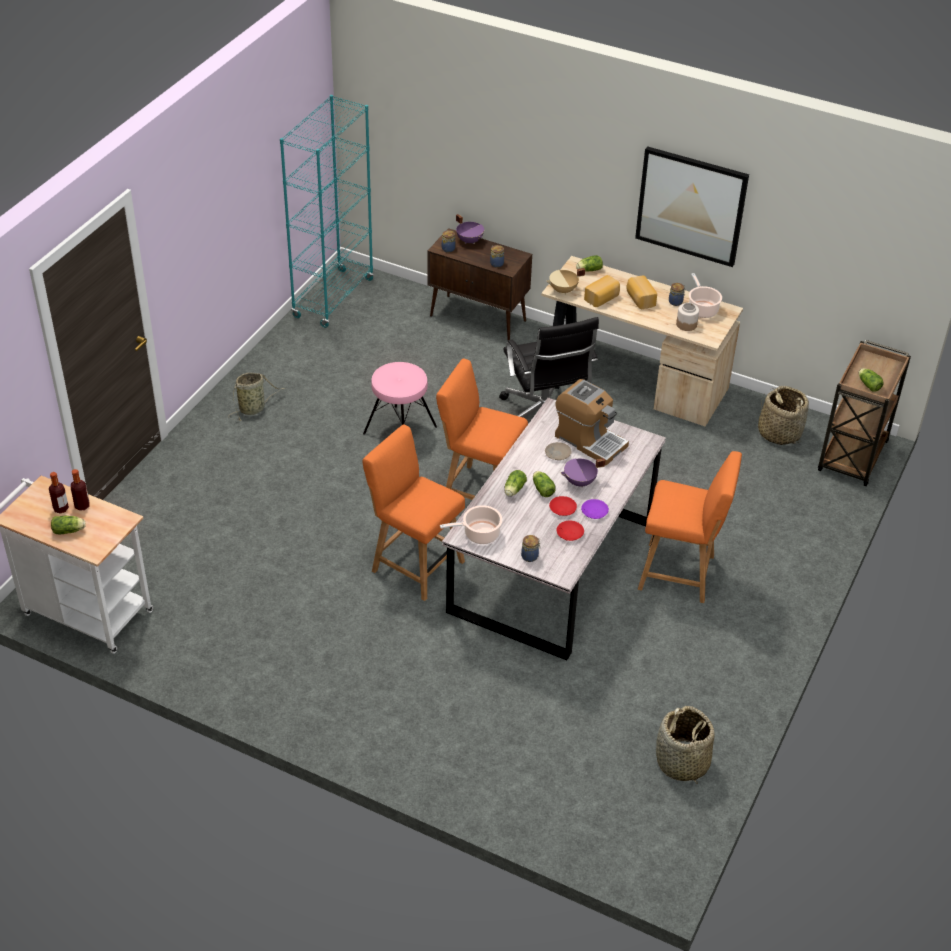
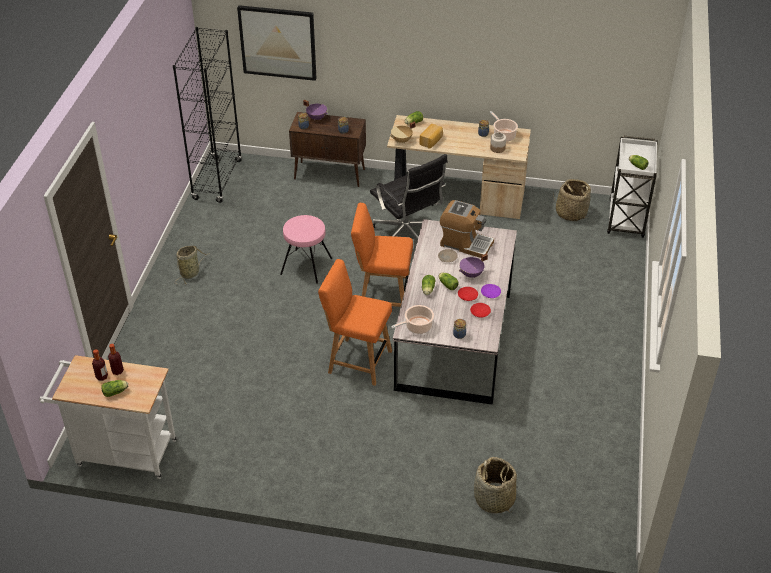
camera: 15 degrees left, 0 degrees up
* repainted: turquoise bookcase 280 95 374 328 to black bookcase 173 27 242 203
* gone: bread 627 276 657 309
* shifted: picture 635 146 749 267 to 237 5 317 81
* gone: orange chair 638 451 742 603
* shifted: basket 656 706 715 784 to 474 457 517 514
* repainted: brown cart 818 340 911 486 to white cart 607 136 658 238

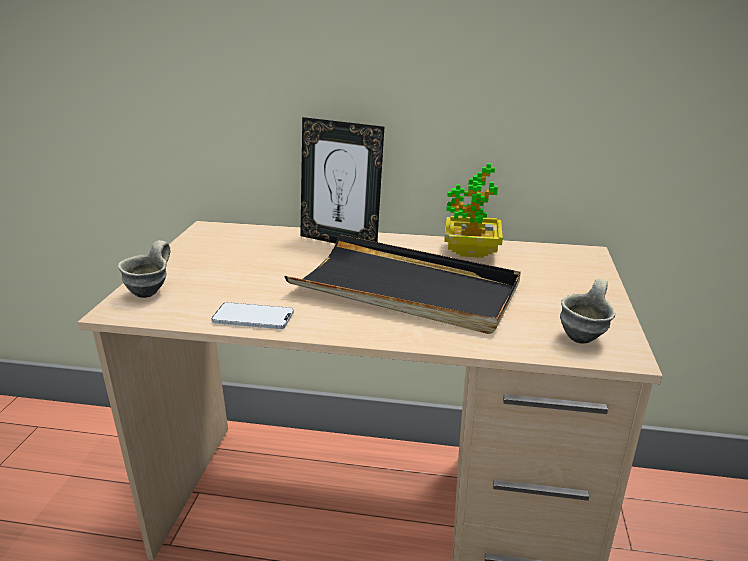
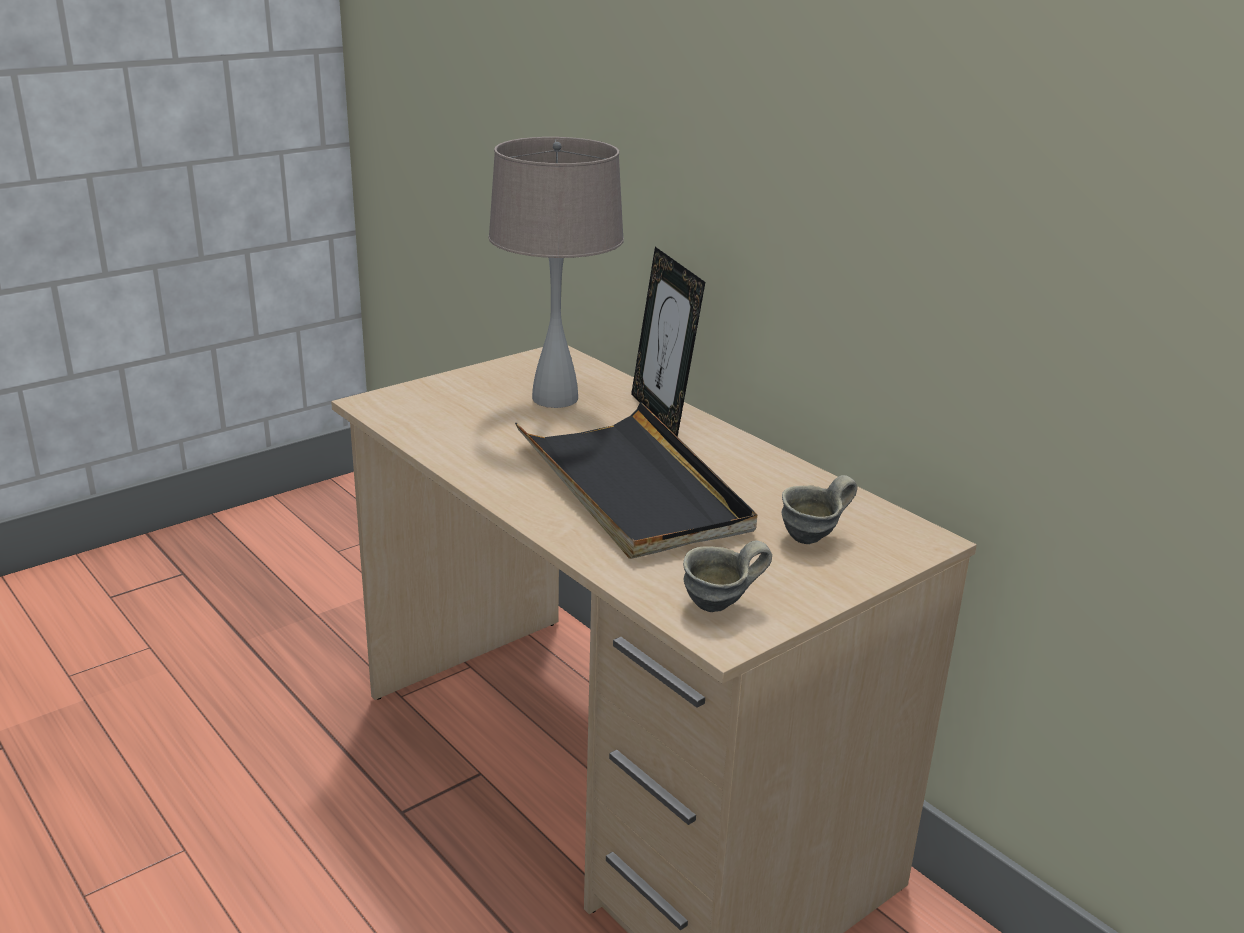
camera: 40 degrees right, 0 degrees up
* shifted: grey mug 118 240 170 298 to 782 475 857 544
* gone: phone 211 302 294 329
* gone: potted plant 444 163 503 258
* new: beige table lamp 488 137 624 408

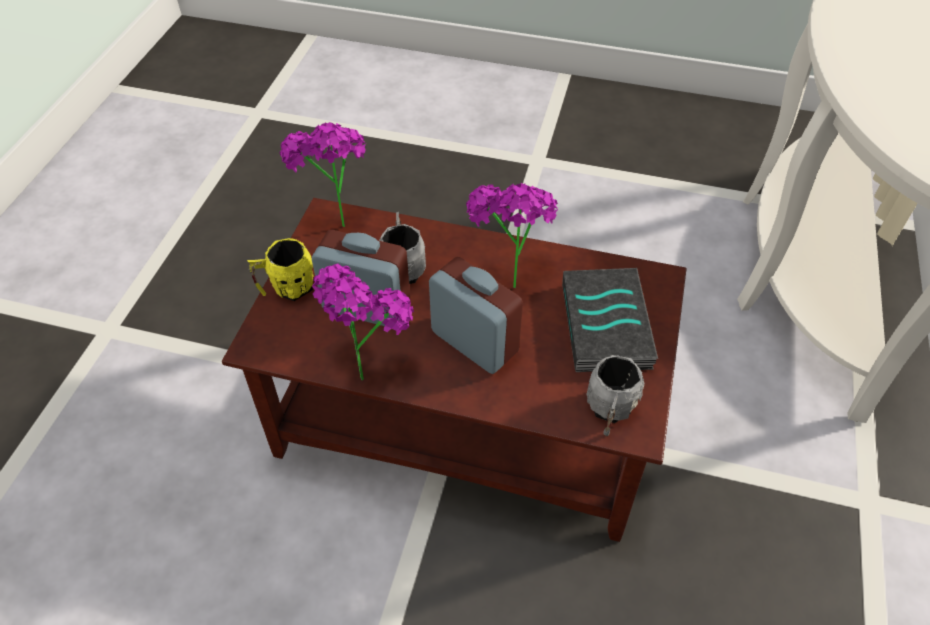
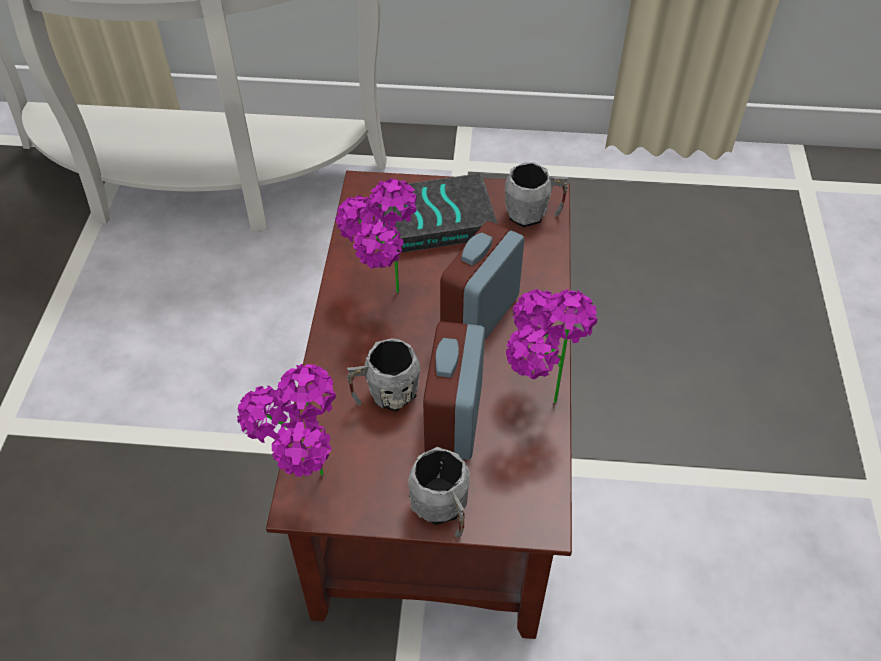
camera: 100 degrees left, 0 degrees up
* repainted: yellow mug 247 238 314 301 to grey mug 408 447 470 538

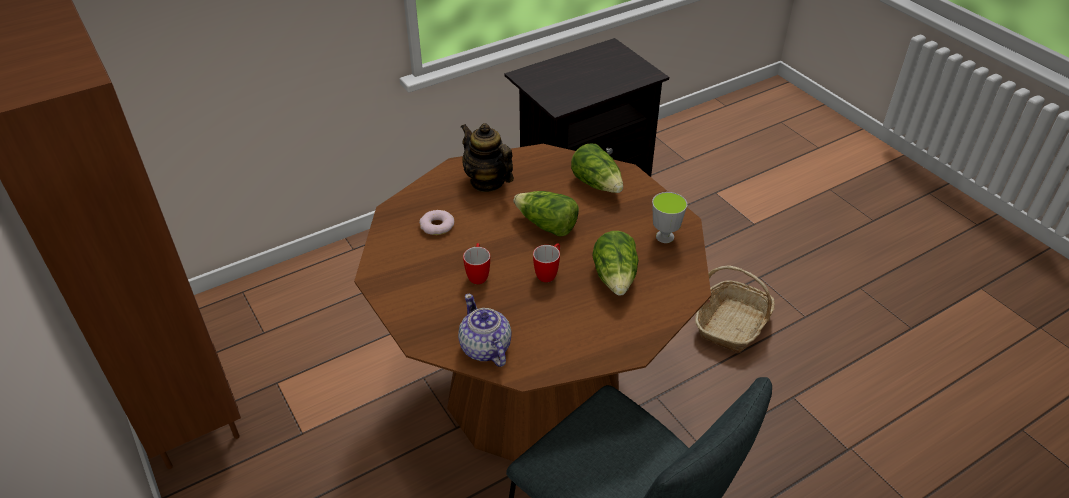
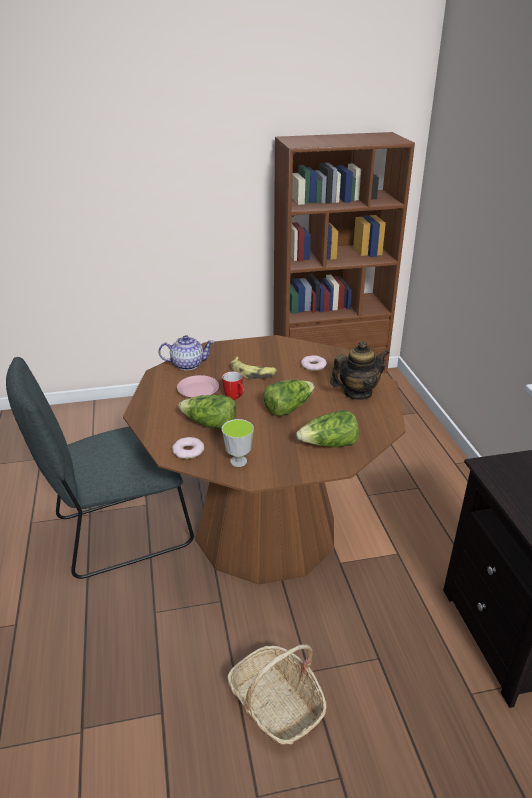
camera: 110 degrees right, 10 degrees down
* swapped: mug 463 243 490 284 to banana 231 356 277 379
* new: donut 172 437 204 459
* new: pink plate 177 375 219 398

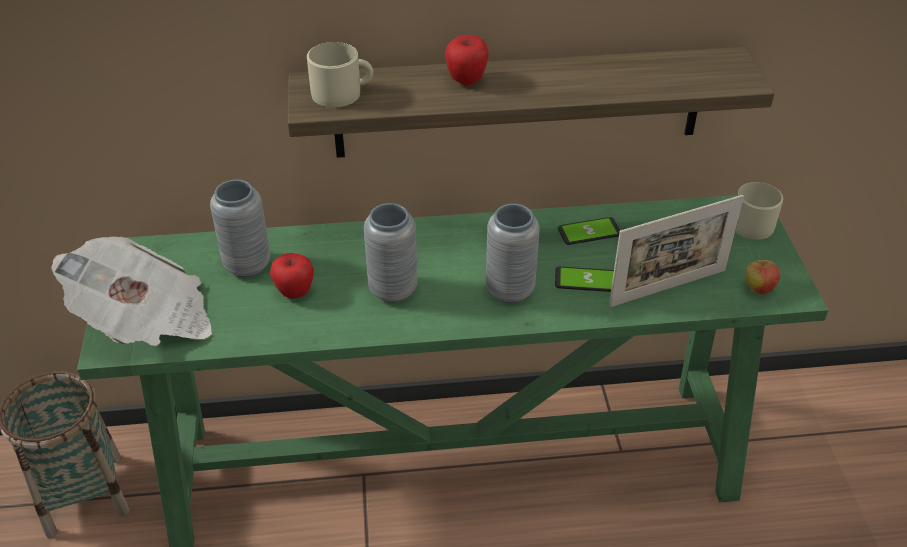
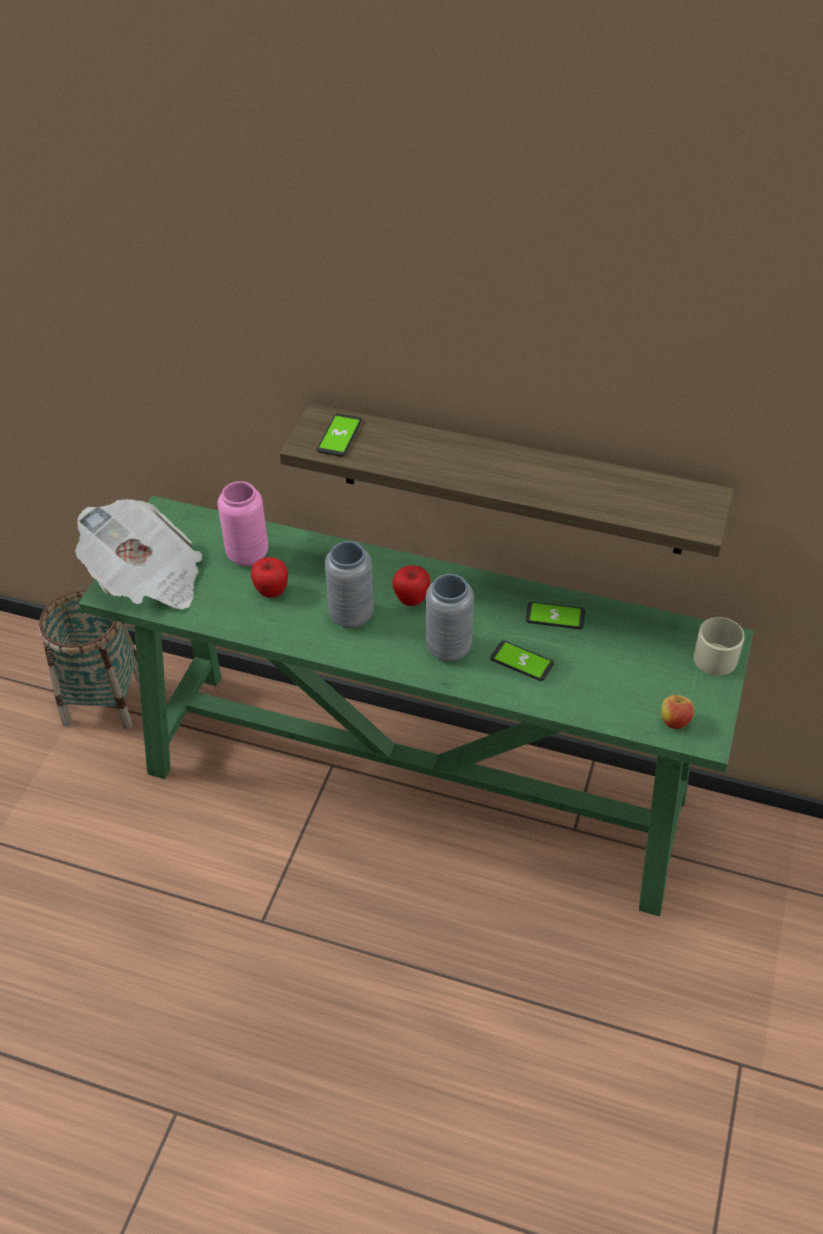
camera: 25 degrees right, 5 degrees up
* repainted: grey vase 210 179 270 277 to pink vase 218 481 268 566
* swapped: beige mug 307 42 373 107 to phone 317 414 362 457
* shifted: apple 445 35 489 85 to 393 565 430 606
* gone: picture frame 609 195 744 307

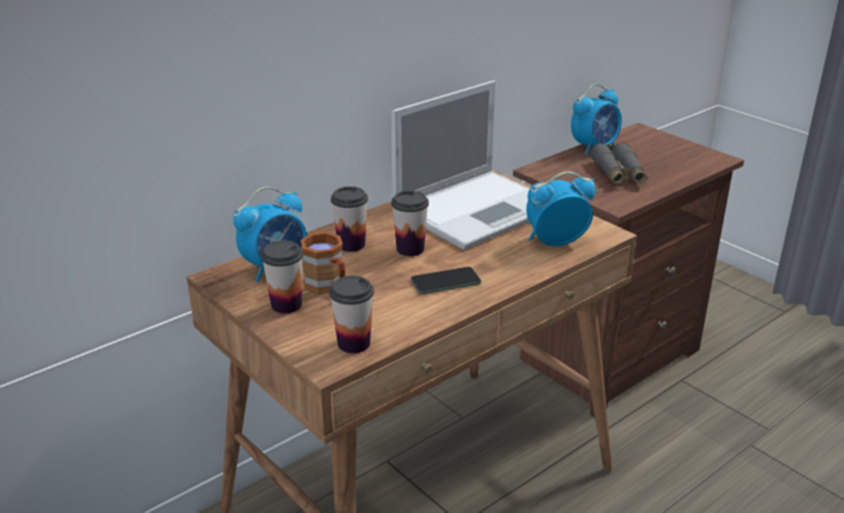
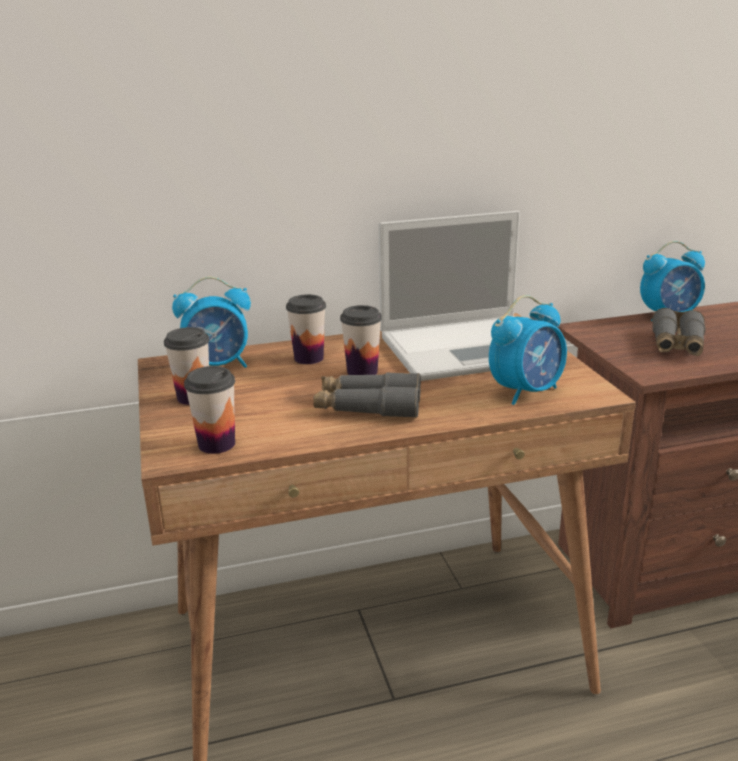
camera: 25 degrees right, 5 degrees down
* gone: brown mug 300 232 346 295
* swapped: phone 411 267 481 294 to grey binoculars 313 372 421 418
* rotated: alarm clock 526 171 596 246 = 489 295 567 405 135 degrees clockwise

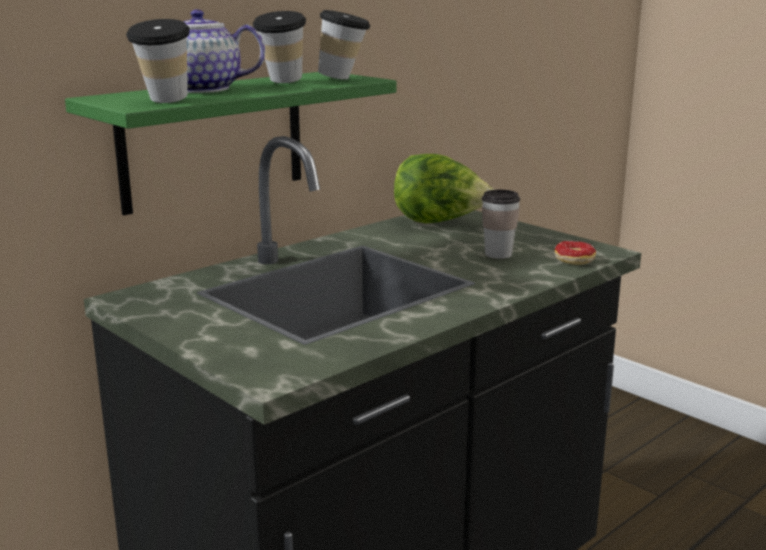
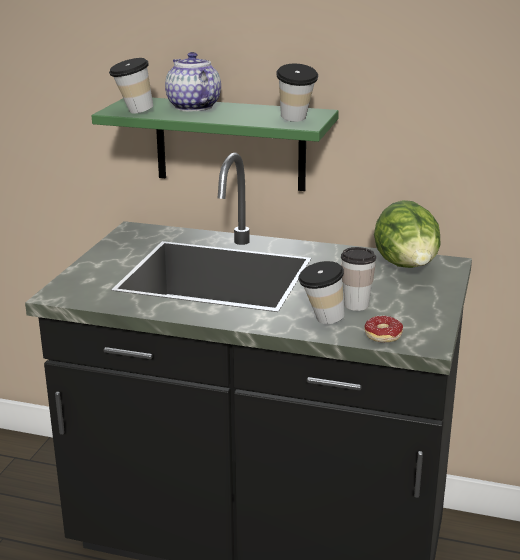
camera: 60 degrees right, 5 degrees up
* shifted: cup 253 11 306 83 to 298 261 345 324

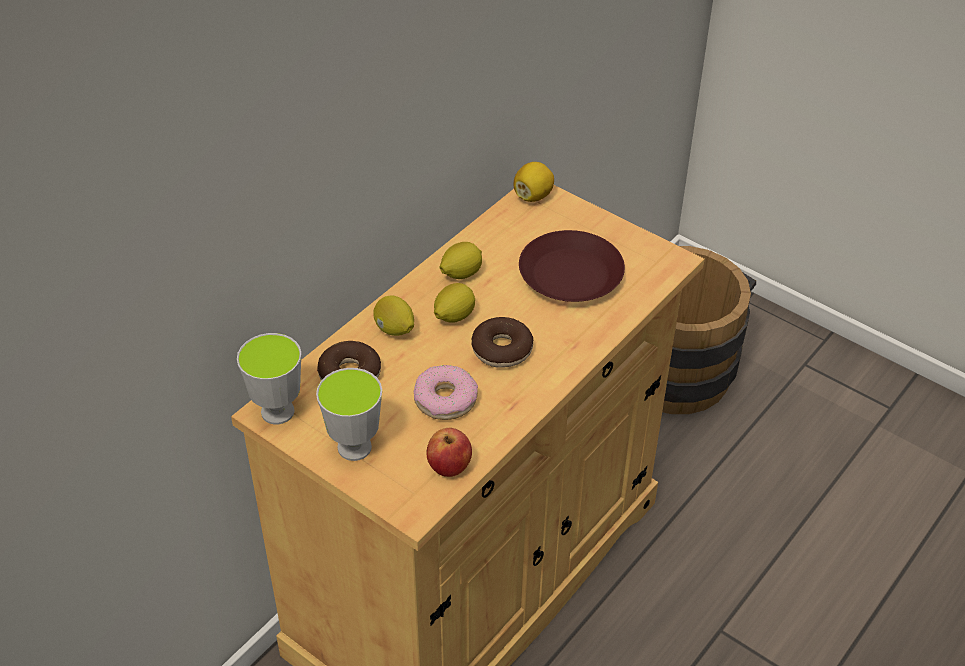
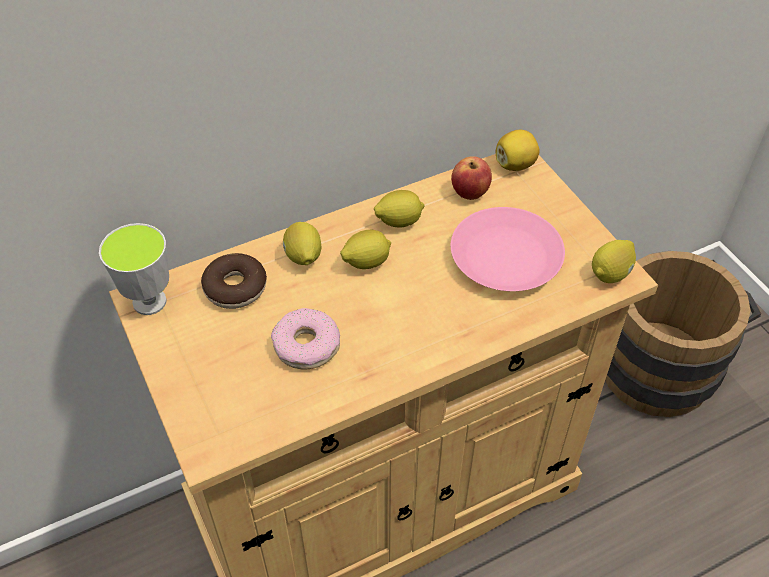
camera: 25 degrees right, 5 degrees up
* gone: cup 316 368 382 461
* shifted: apple 426 428 472 477 to 451 156 492 200
* gone: donut 471 317 533 368
* repainted: brown plate 519 230 625 302 to pink plate 451 207 565 291
* new: lemon 592 240 636 283

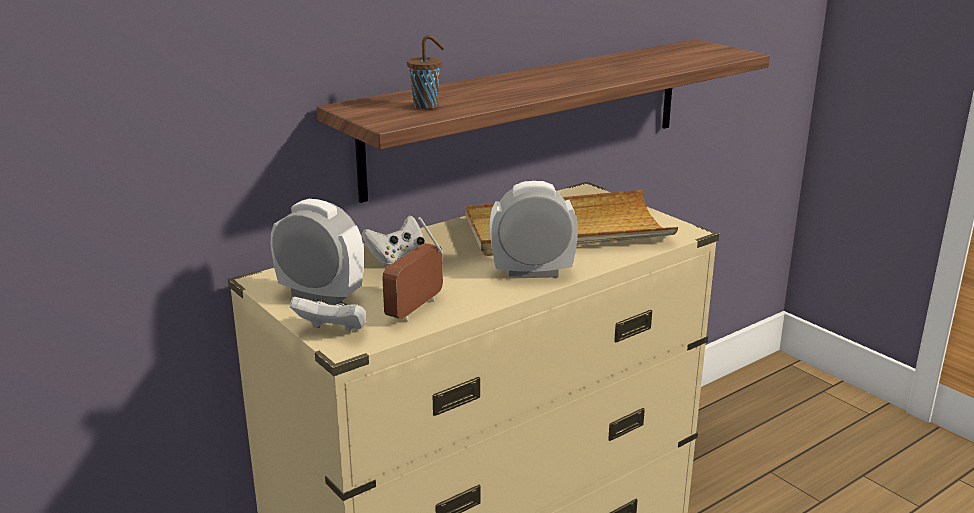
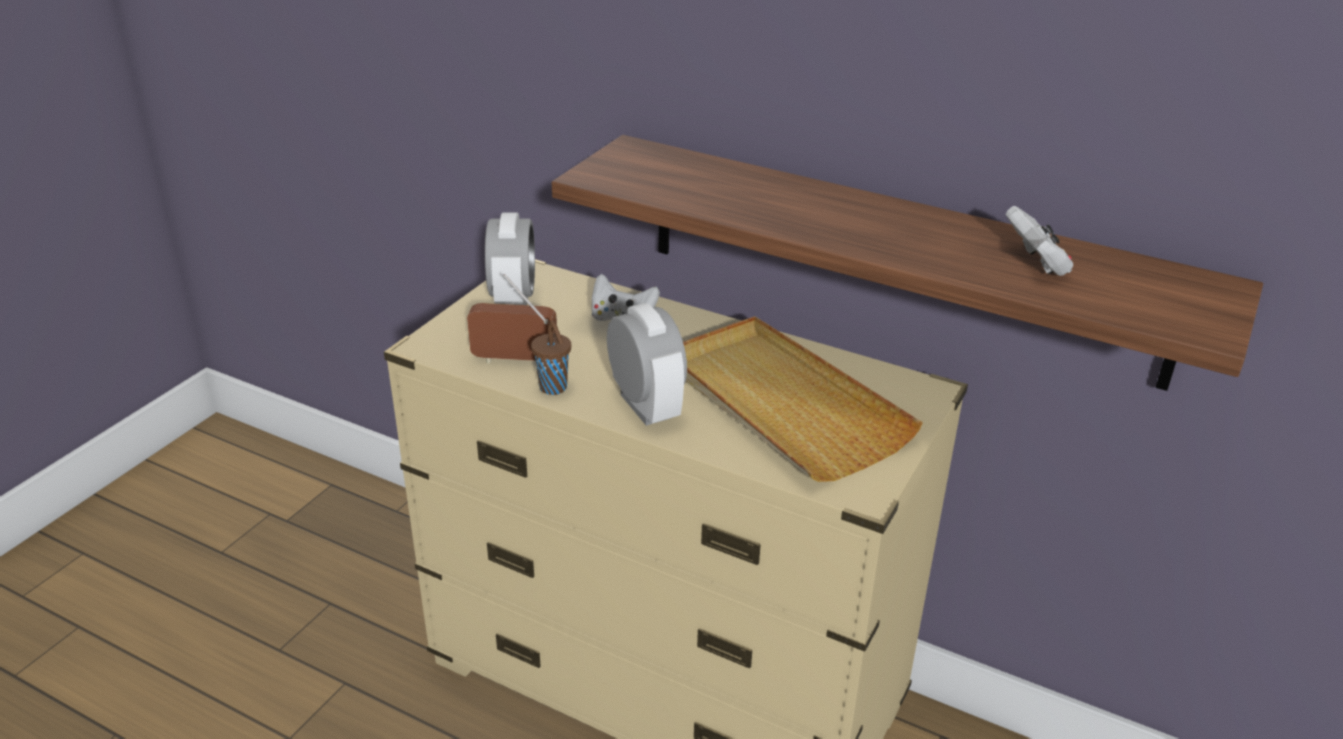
camera: 65 degrees right, 10 degrees up
* shifted: white game controller 290 297 366 332 to 1006 206 1073 276
* shifted: brown cup 407 35 445 109 to 531 320 571 395

